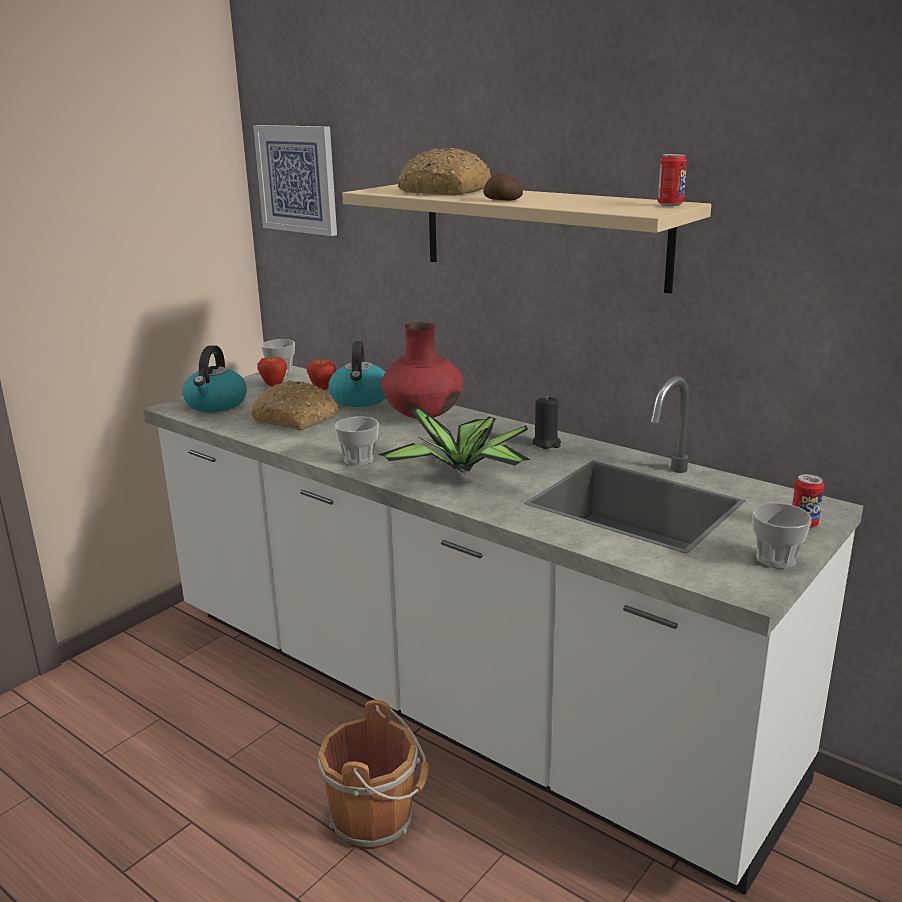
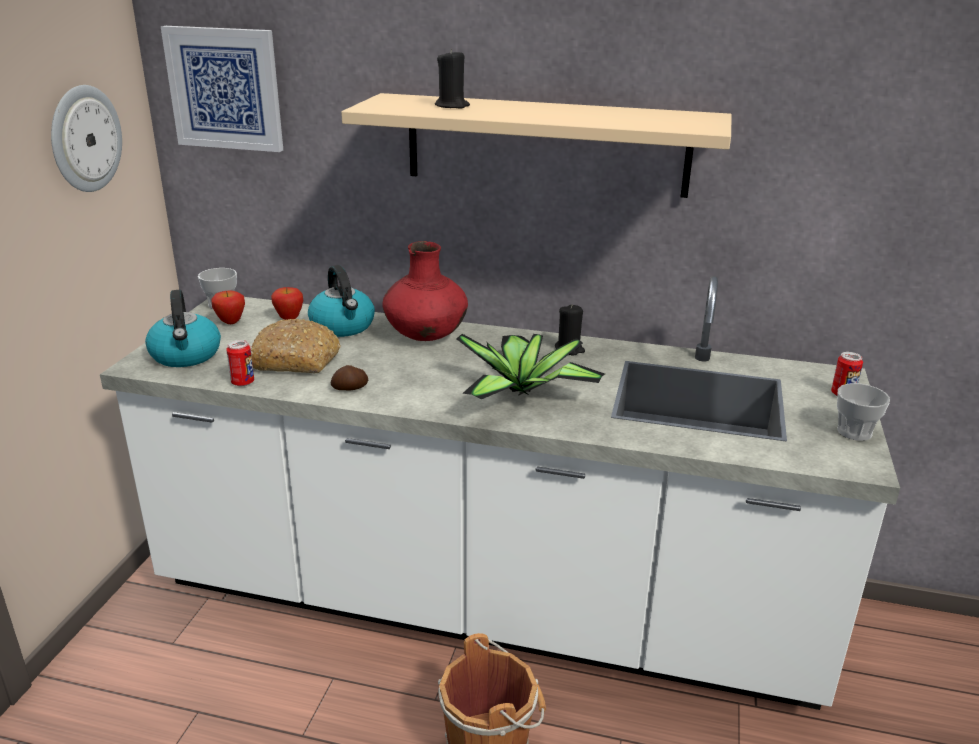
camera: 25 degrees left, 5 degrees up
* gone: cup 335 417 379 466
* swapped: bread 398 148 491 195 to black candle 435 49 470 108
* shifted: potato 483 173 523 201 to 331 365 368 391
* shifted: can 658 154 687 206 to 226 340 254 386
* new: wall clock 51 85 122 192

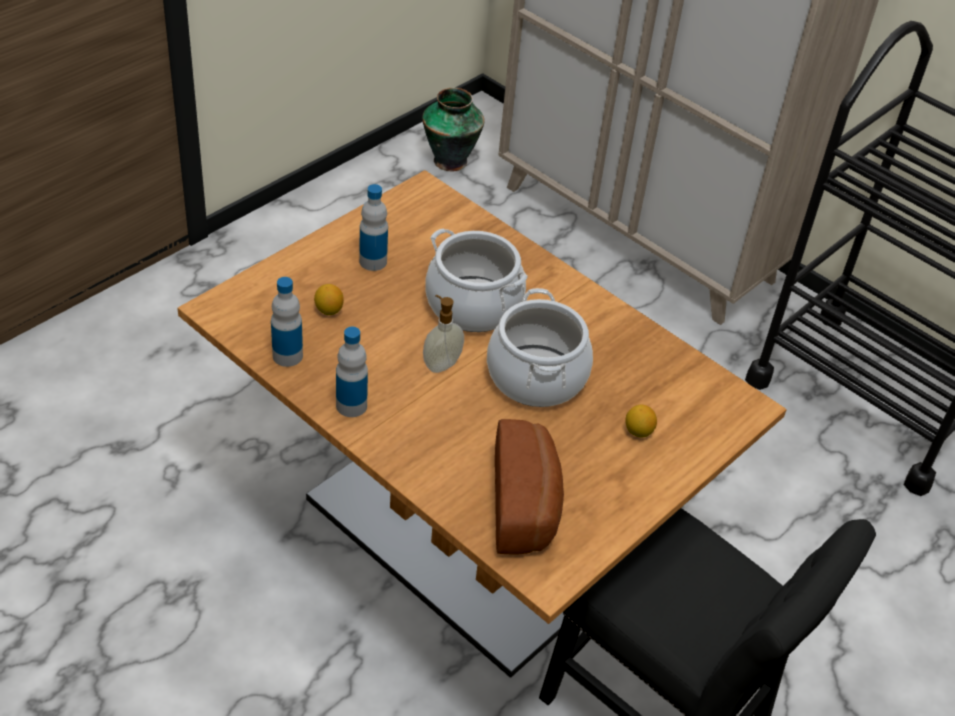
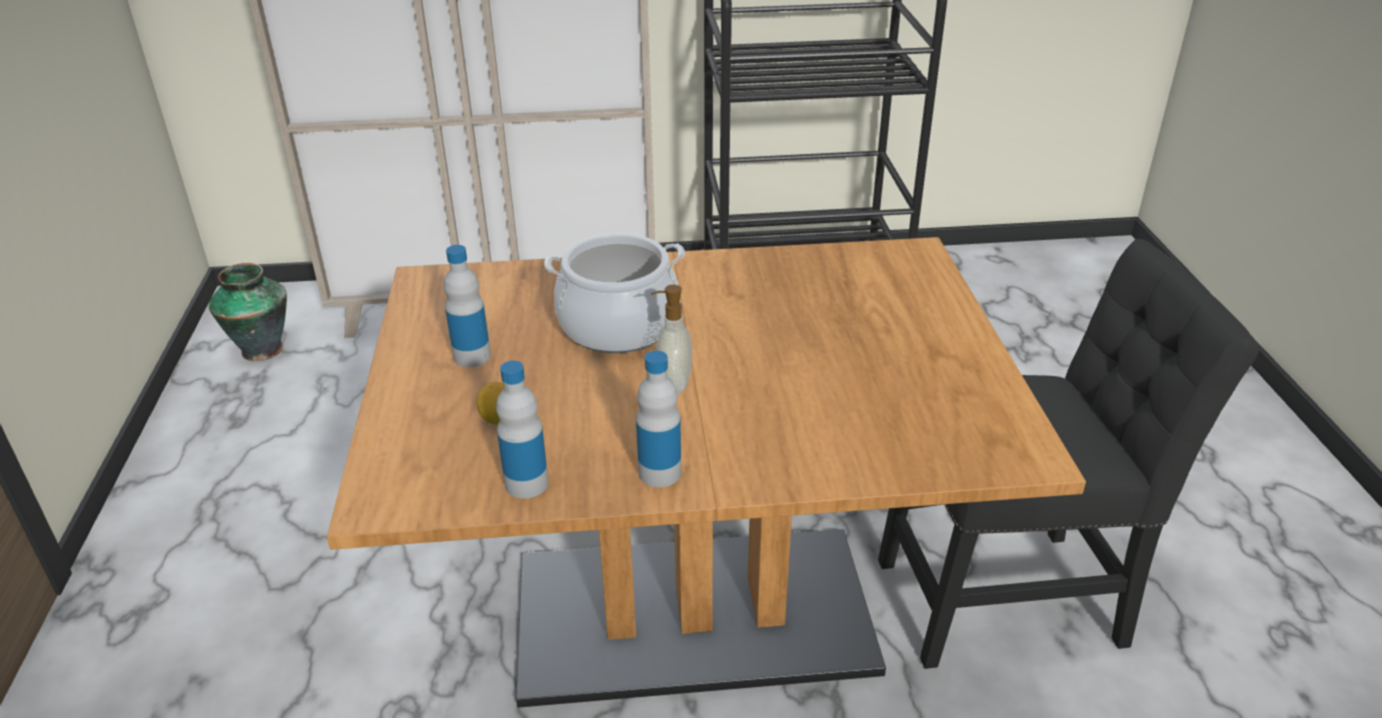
camera: 45 degrees left, 10 degrees down
* gone: cooking pot 487 288 593 407
* gone: bread 495 419 564 555
* gone: lemon 625 405 657 437

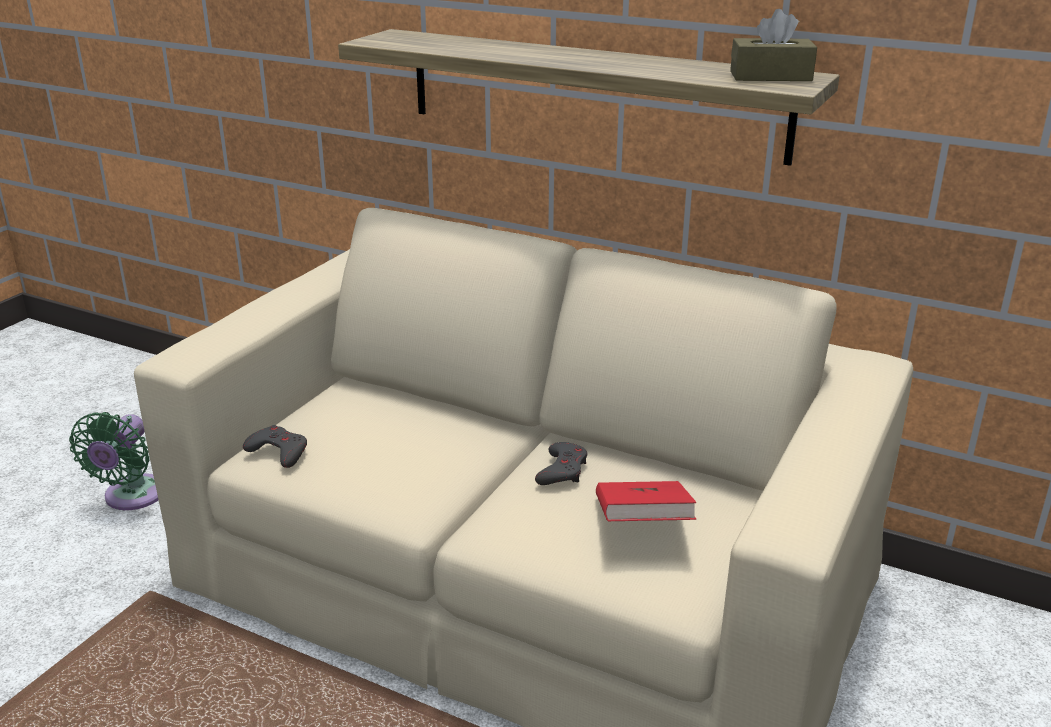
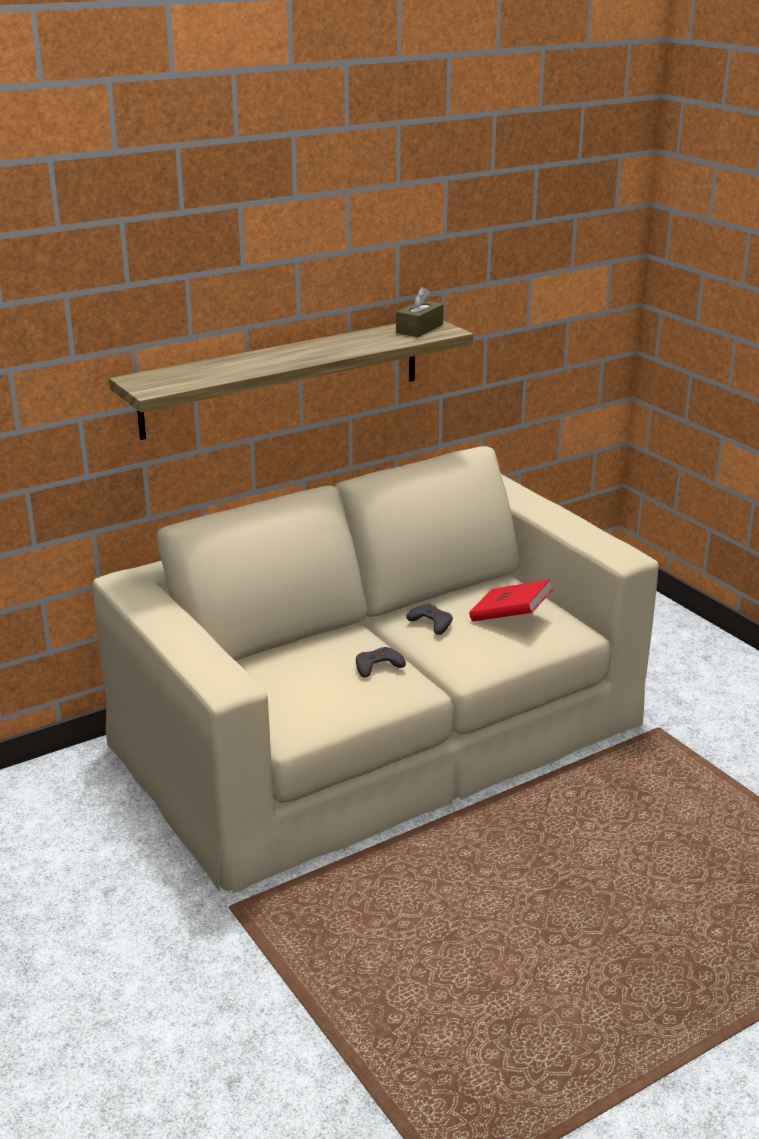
camera: 60 degrees left, 0 degrees up
* gone: green fan 69 412 158 510
* shifted: grey game controller 243 425 307 468 to 356 647 406 678

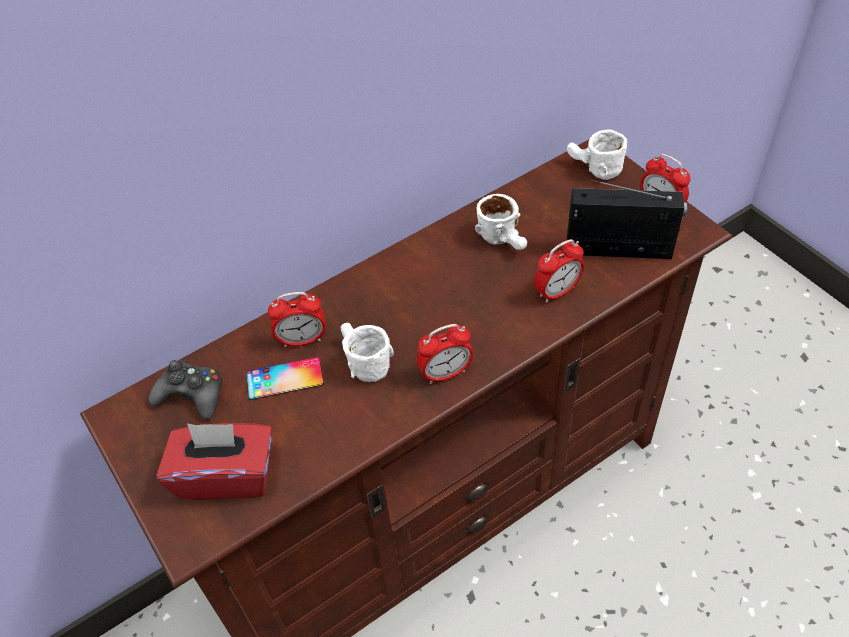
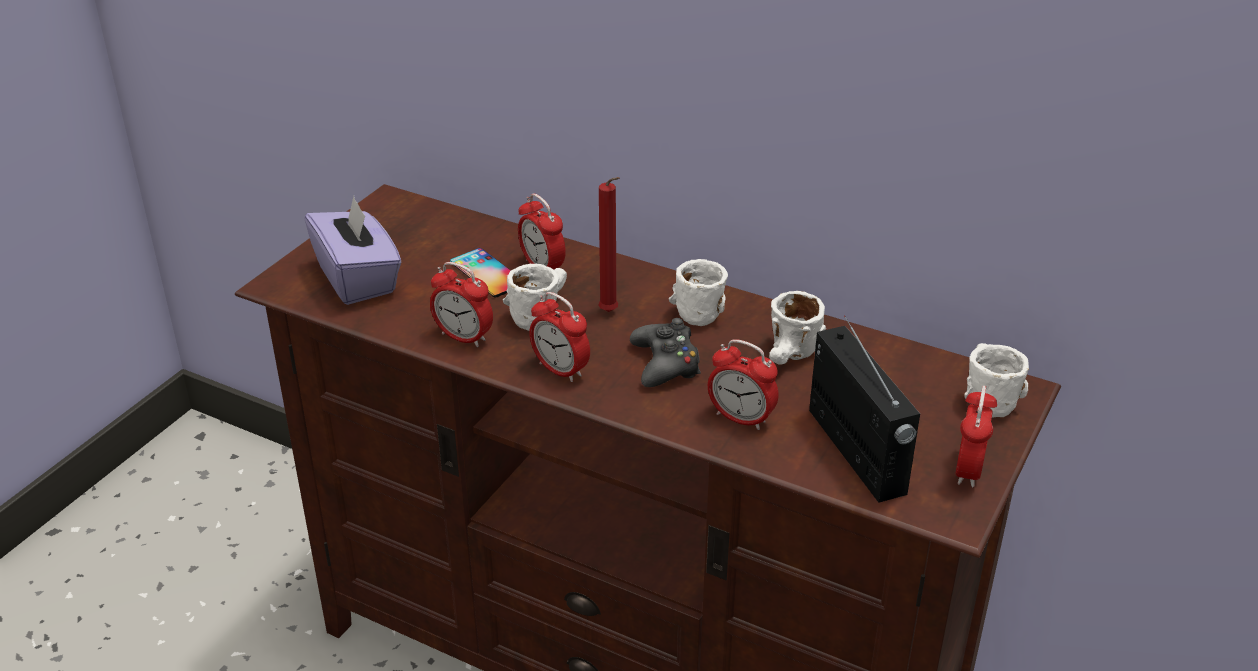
camera: 60 degrees right, 15 degrees down
* shifted: black game controller 148 360 222 420 to 630 318 701 387
* repainted: red tissue box 156 423 273 500 to purple tissue box 305 196 402 305
* new: alarm clock 430 262 493 347
* new: red candle 598 177 620 312
* new: white mug 669 259 728 326

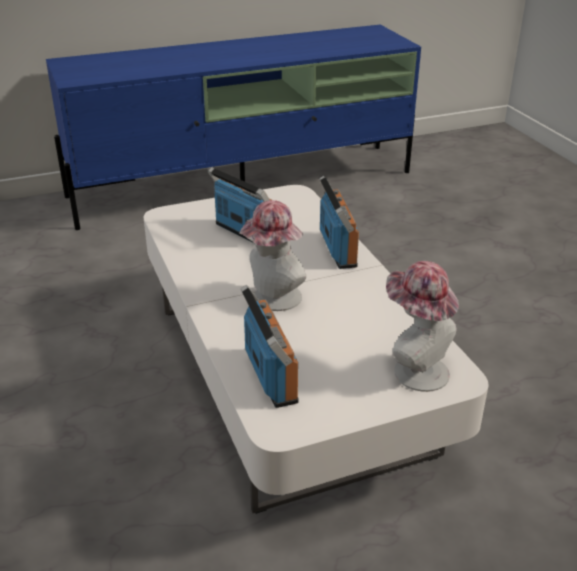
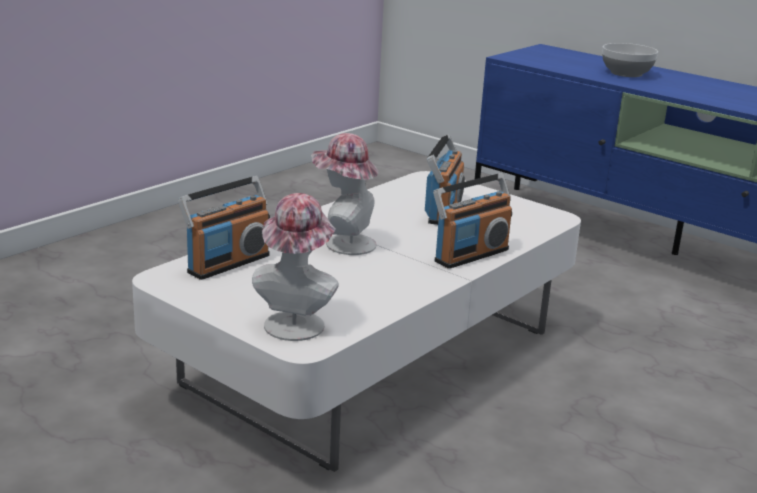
camera: 60 degrees right, 10 degrees down
* new: bowl 602 43 658 77

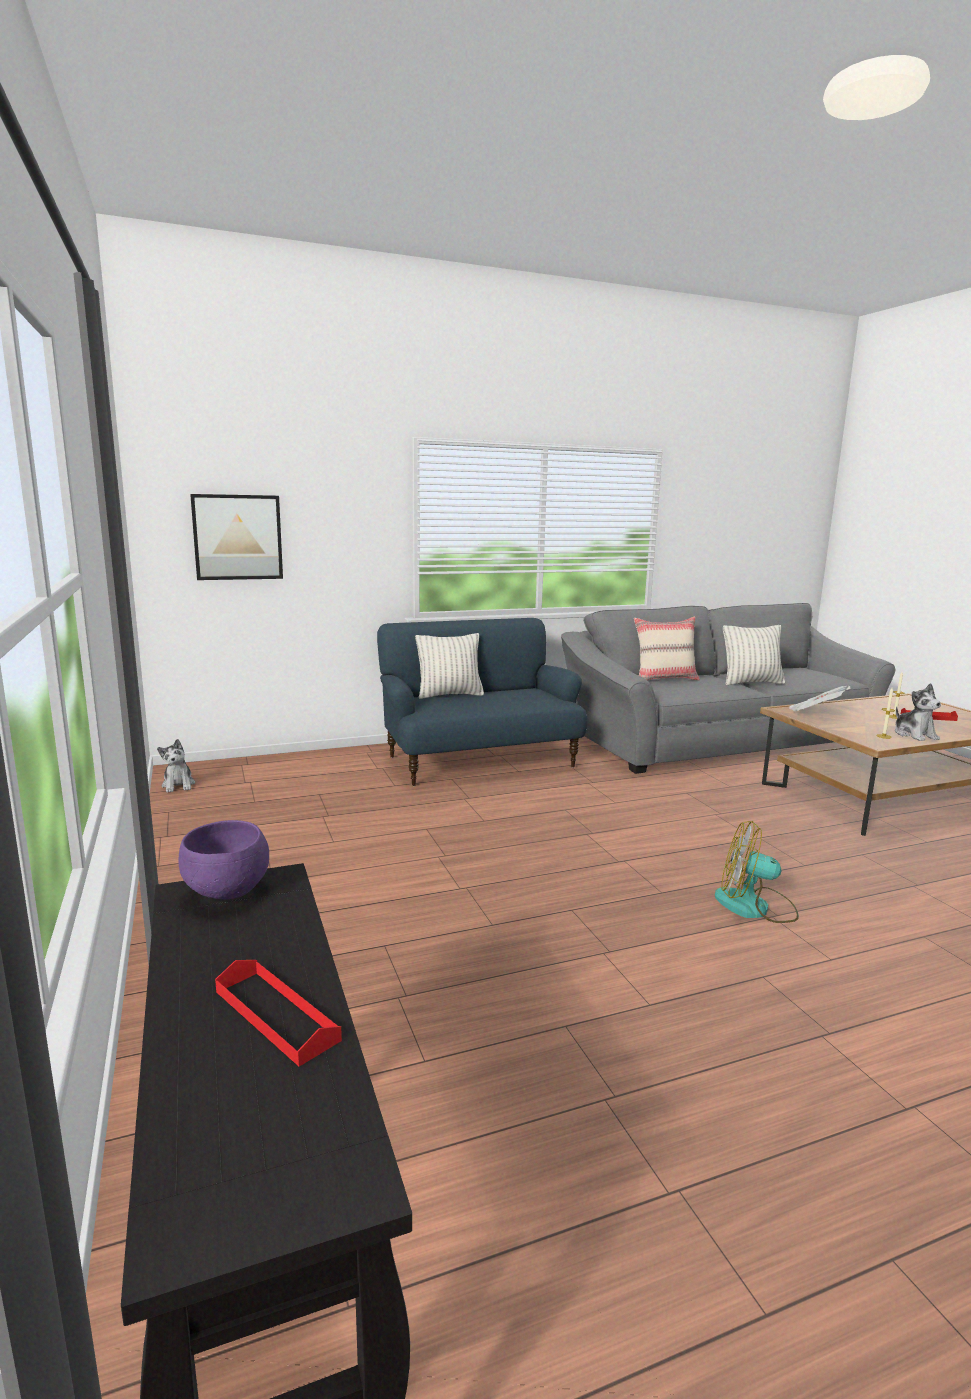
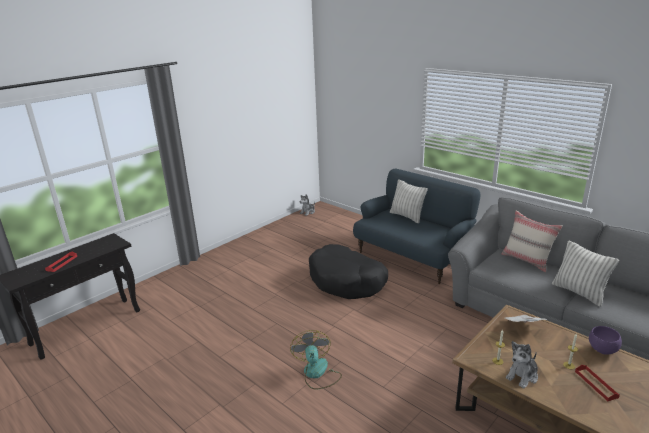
camera: 65 degrees right, 10 degrees up
* shifted: purple bowl 179 820 269 899 to 589 326 622 355
* gone: picture 190 494 283 580
* new: black dog bed 309 244 388 299

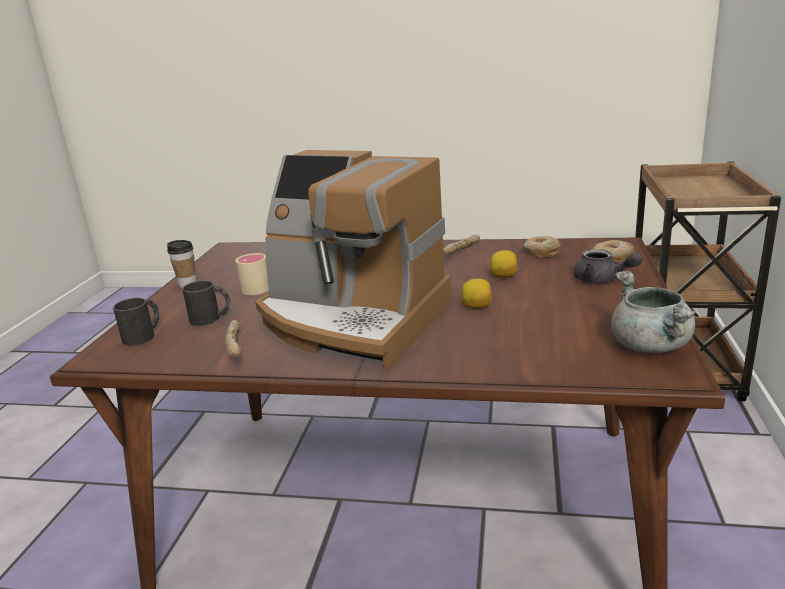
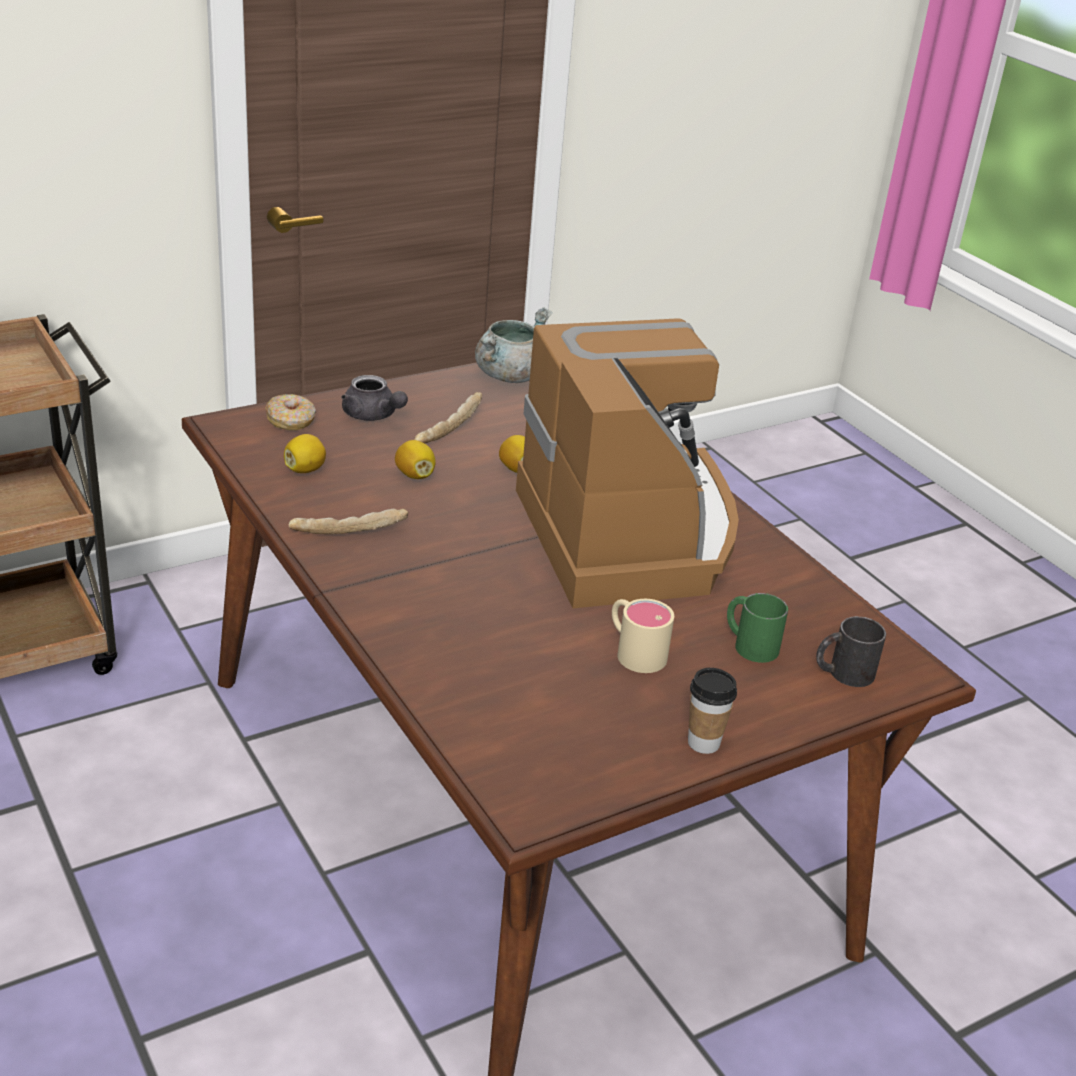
camera: 135 degrees left, 10 degrees up
* repainted: black mug 182 280 230 326 to green mug 727 593 788 663
* shifted: bread 225 320 242 358 to 414 392 482 443
* swapped: donut 524 236 561 258 to lemon 284 434 326 473
* rotated: grey teapot 574 249 642 283 = 341 375 408 421 135 degrees clockwise

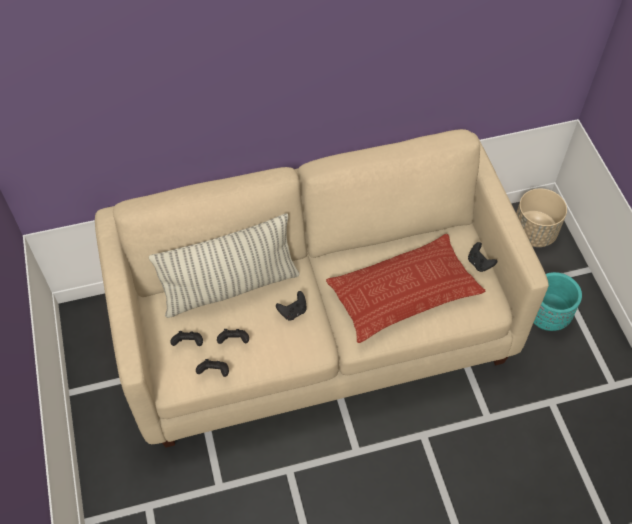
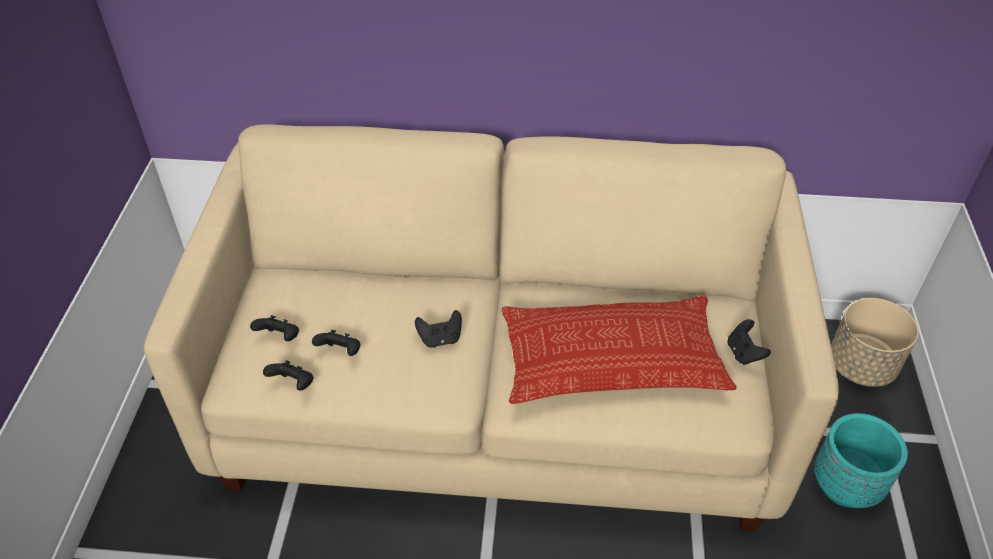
camera: 20 degrees right, 10 degrees down
* gone: pillow 149 213 300 318

